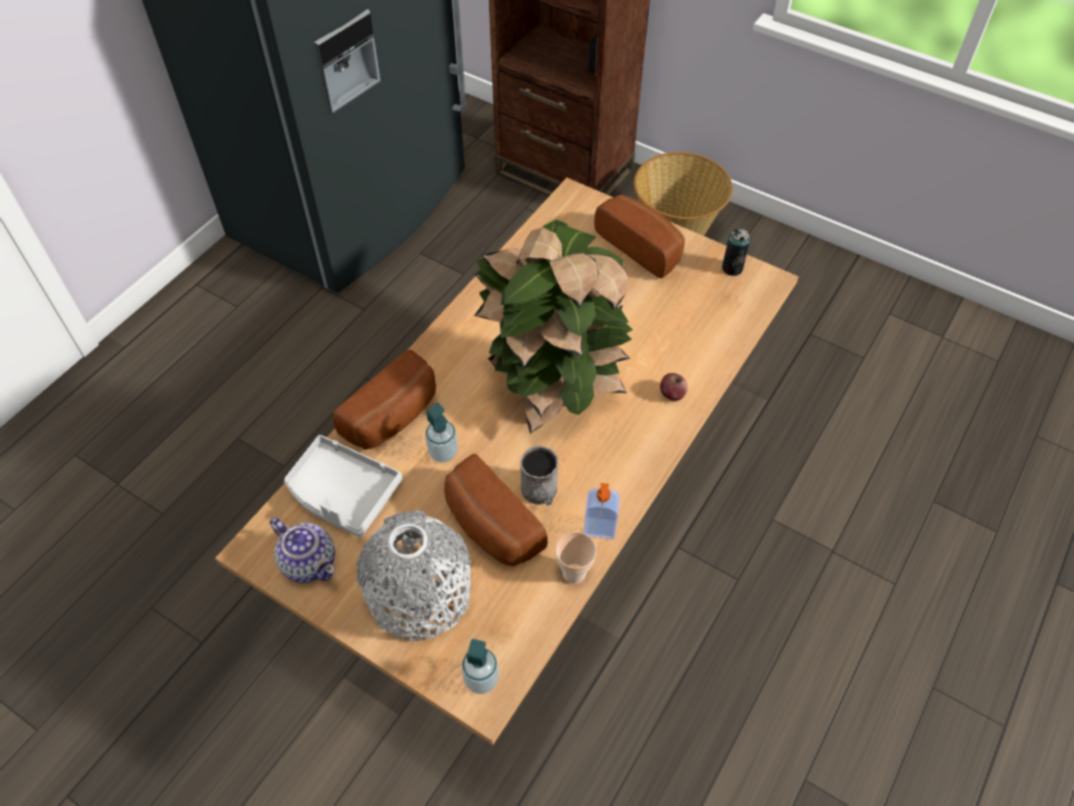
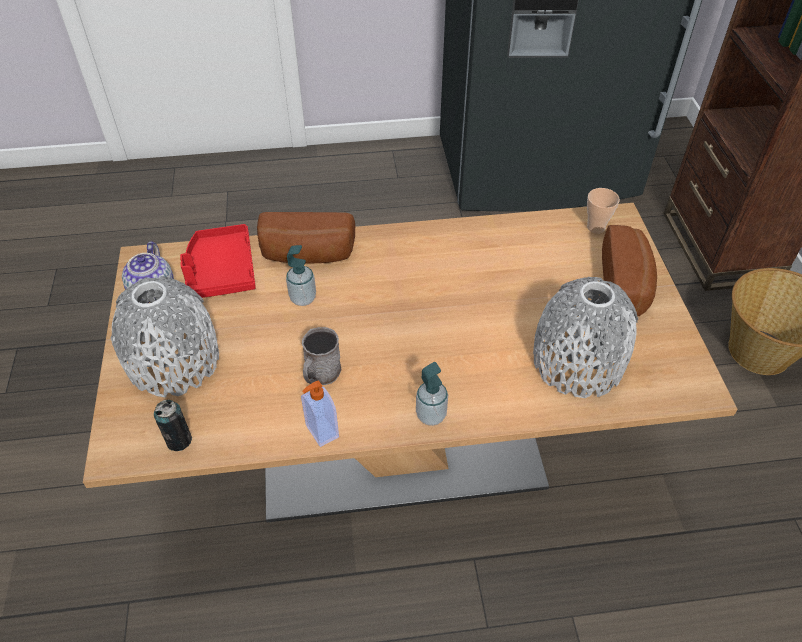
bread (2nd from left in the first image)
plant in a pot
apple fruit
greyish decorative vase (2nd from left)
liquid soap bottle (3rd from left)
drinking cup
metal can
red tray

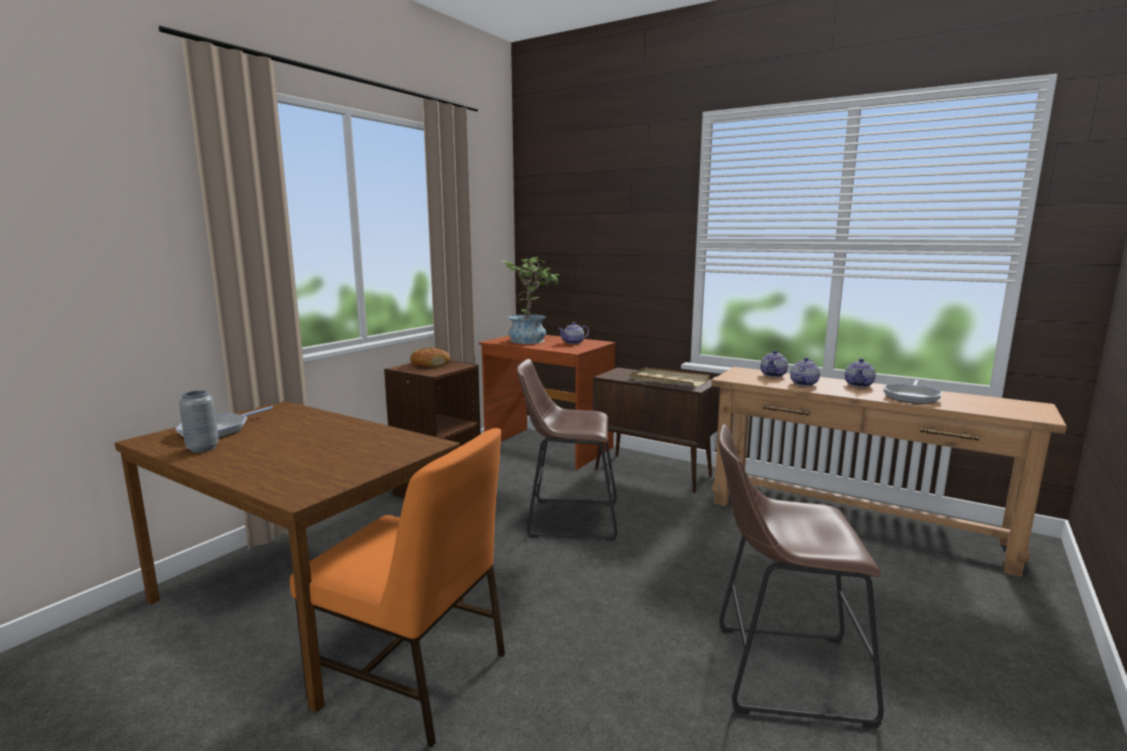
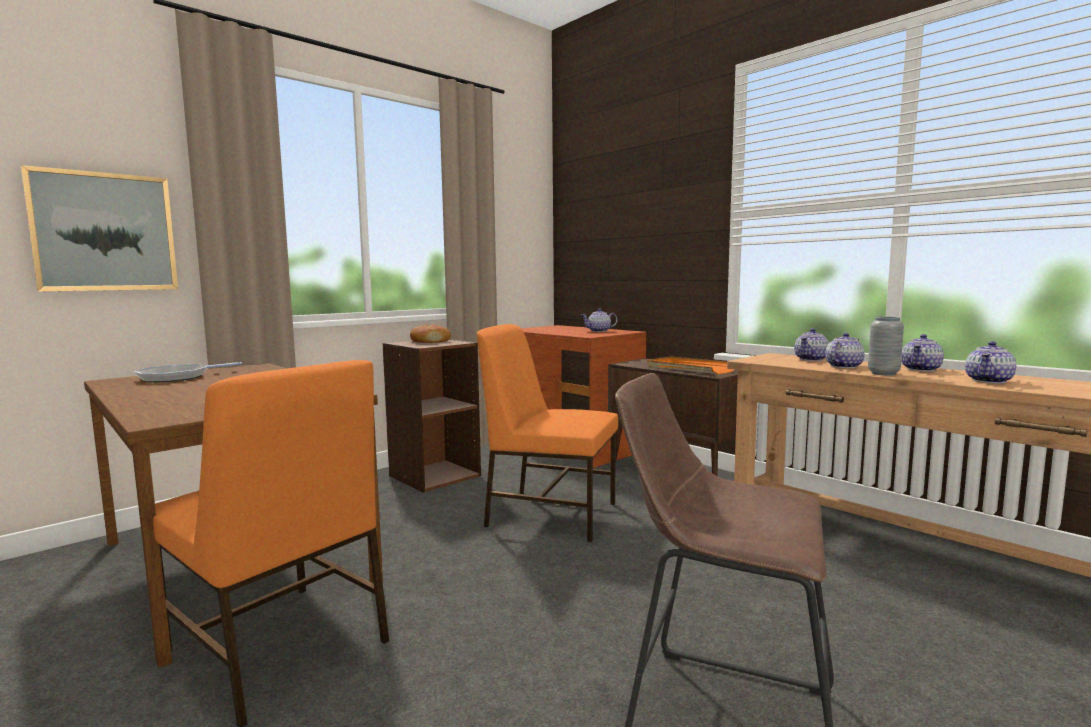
plant in a pot
wall art
greyish decorative vase
orangey plain chair (2nd from left)
tea pot (5th from left)
orangey tray

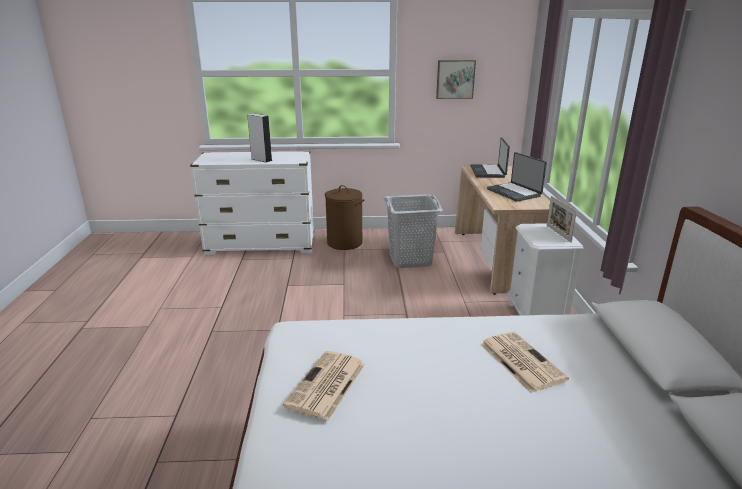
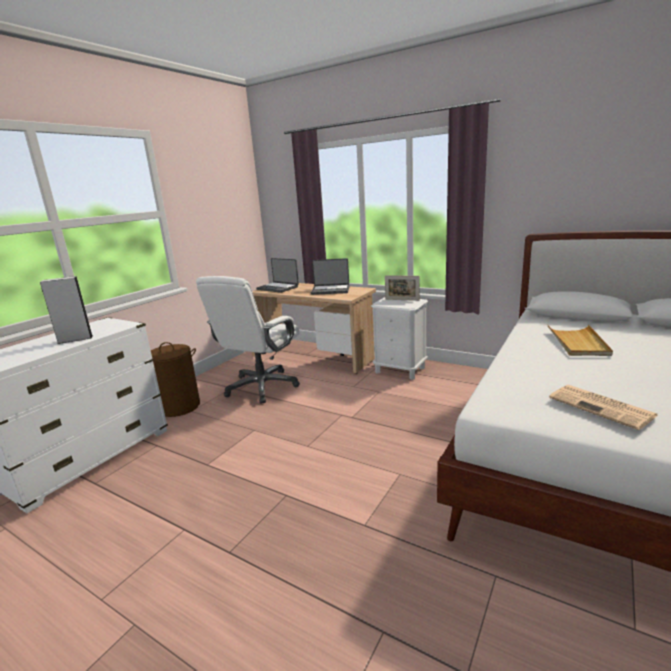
wall art
white computer chair
beige tray

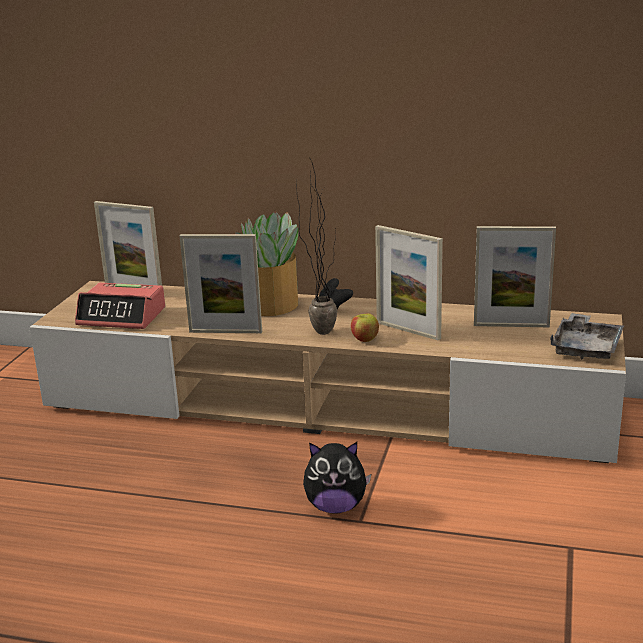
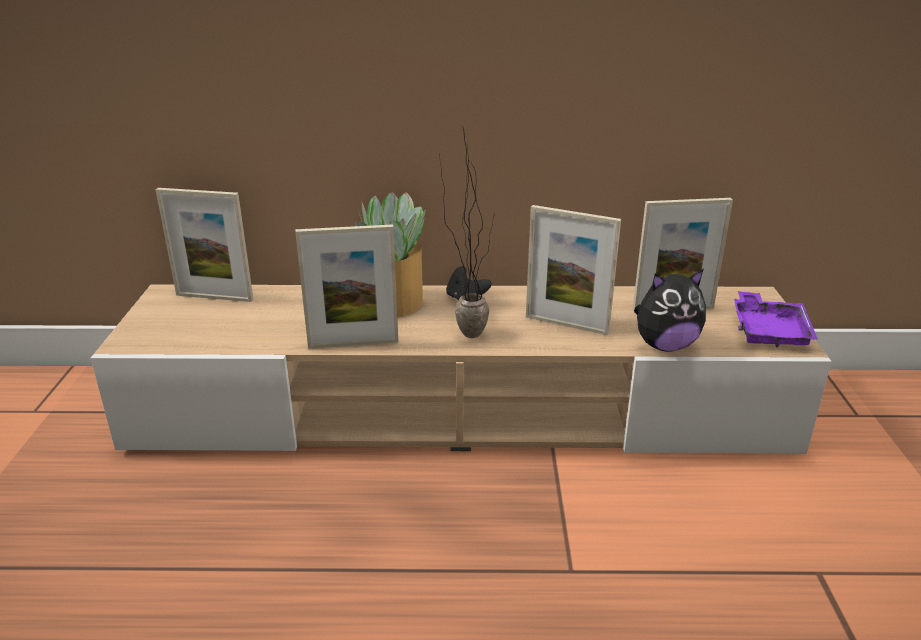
bedside clock
apple fruit
soft toy
purple tray

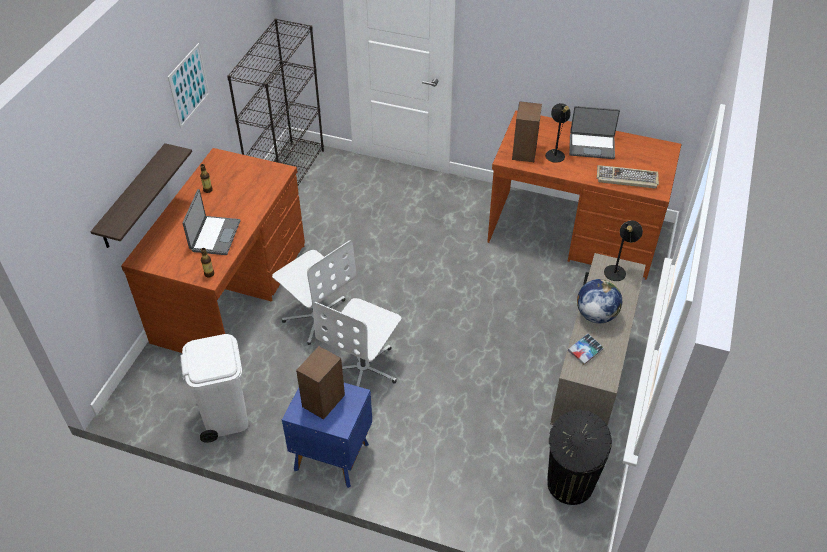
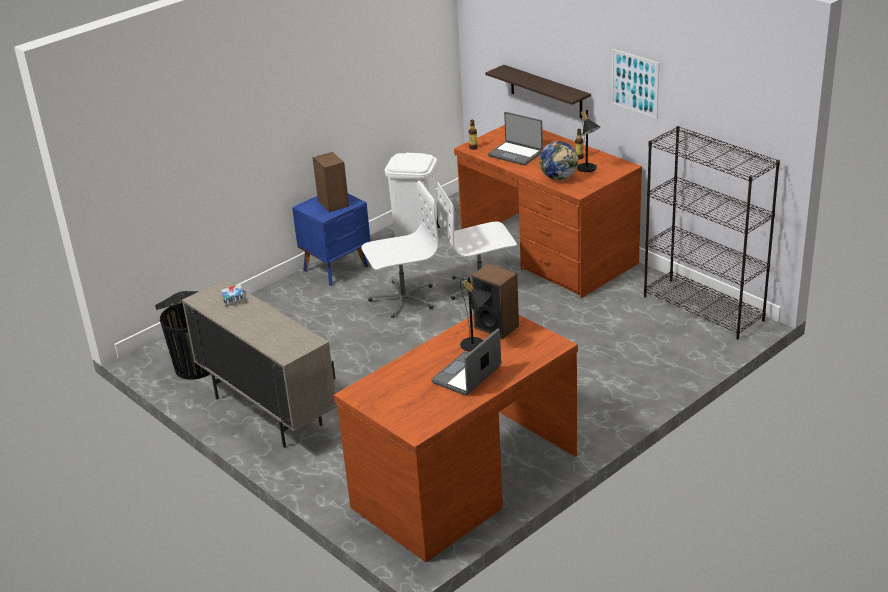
computer keyboard
globe
black table lamp (2nd from left)
white computer chair (1st from left)

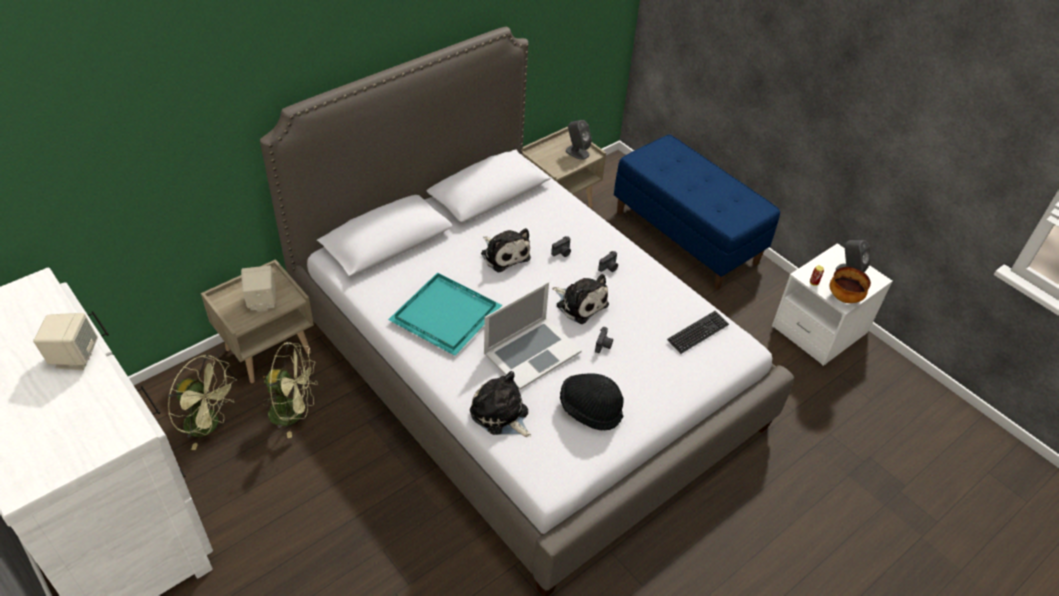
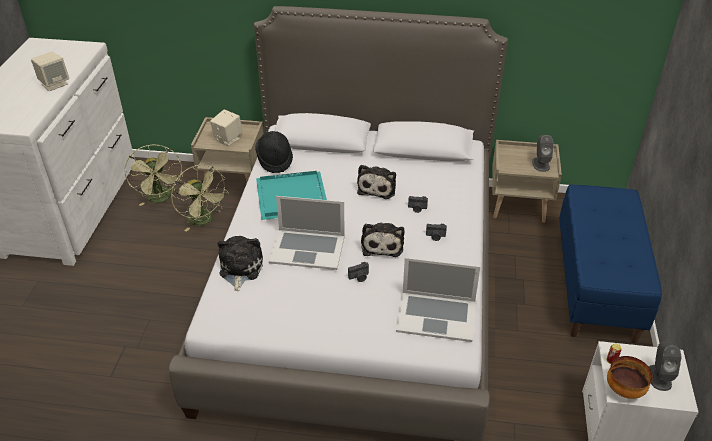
black hat
laptop (2nd from left)

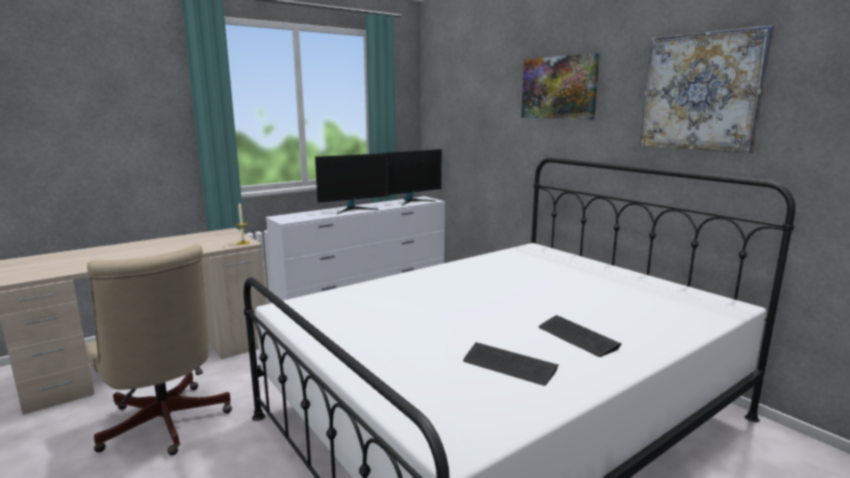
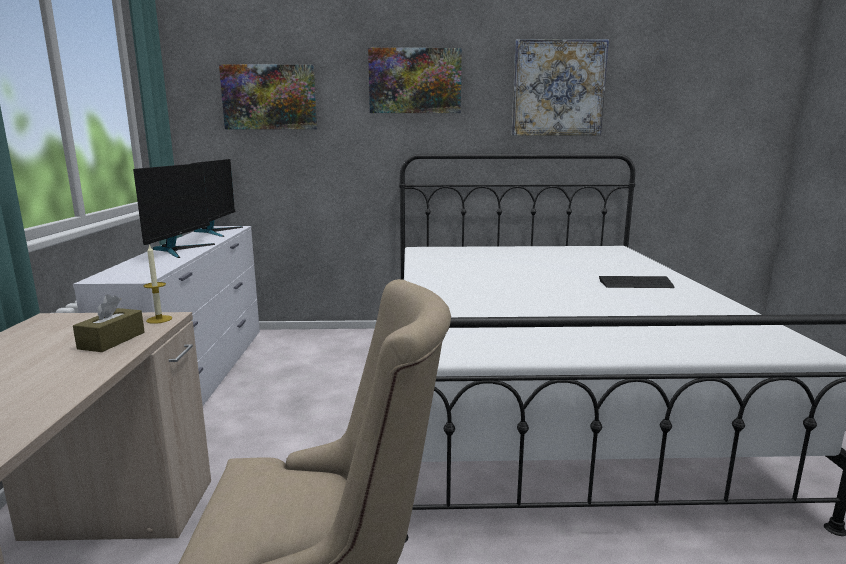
computer keyboard (1st from left in the first image)
brown tissue holder
wall art (1st from left)

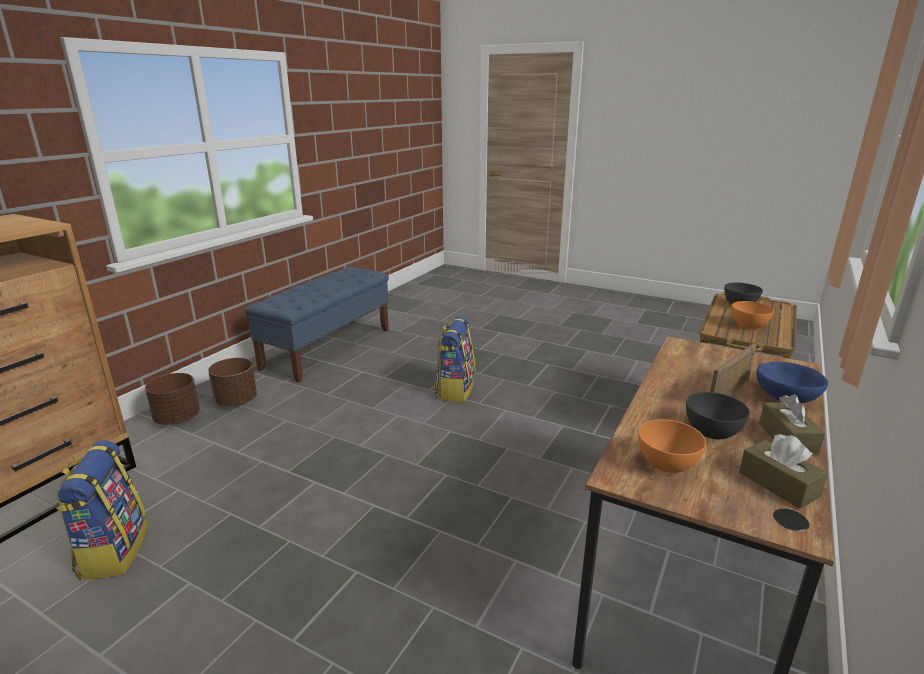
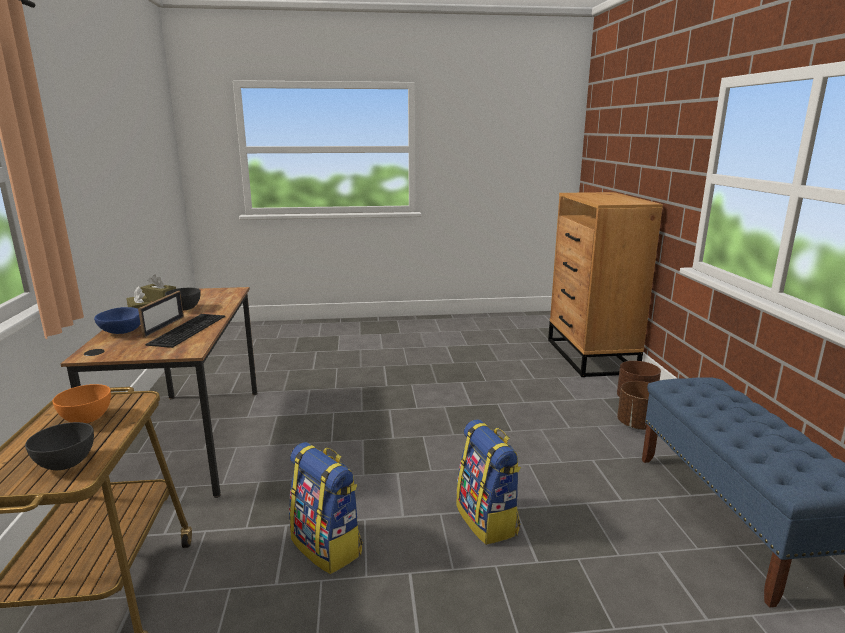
orangey deep dish (1st from left in the first image)
computer keyboard
backpack (1st from left)

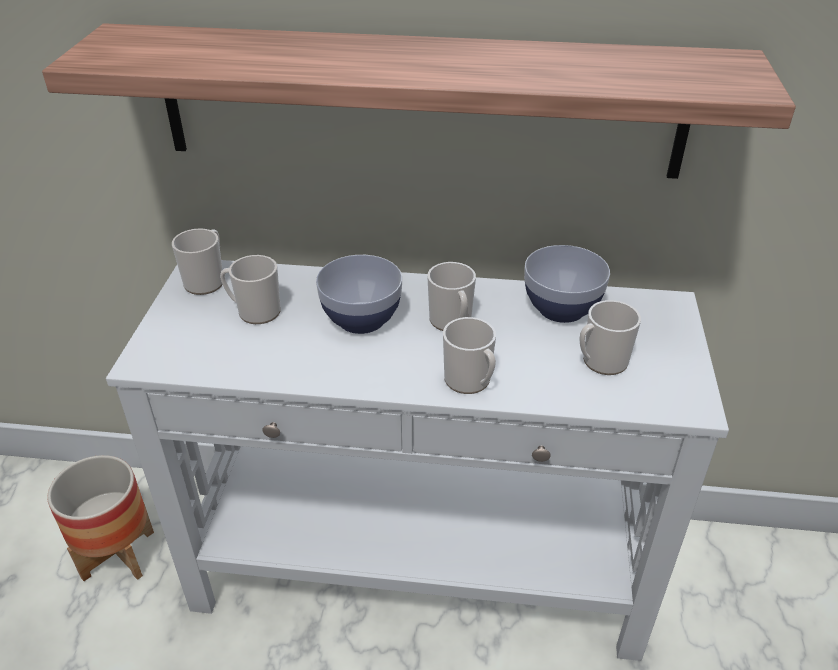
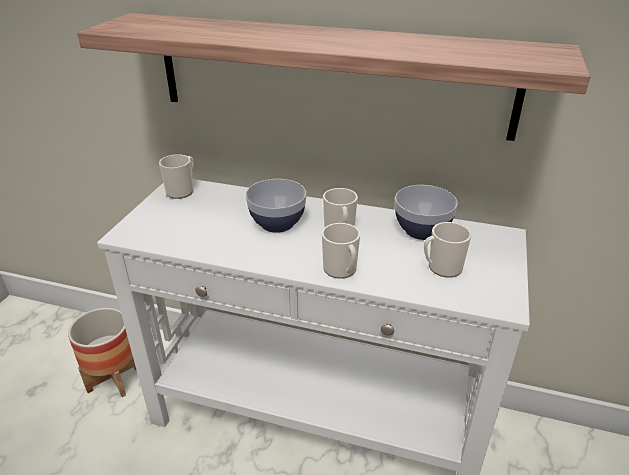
tea mug (2nd from left in the first image)

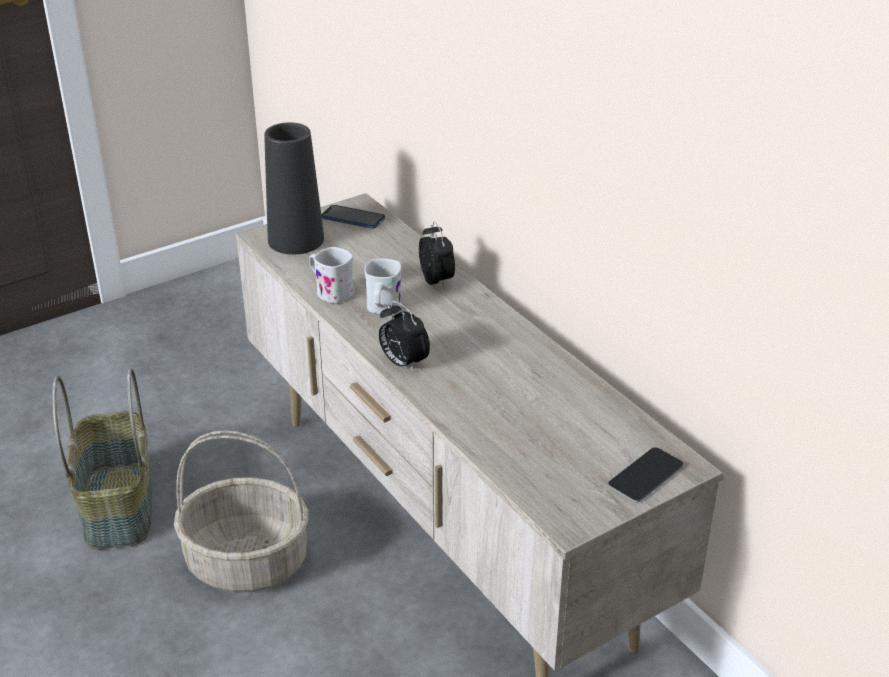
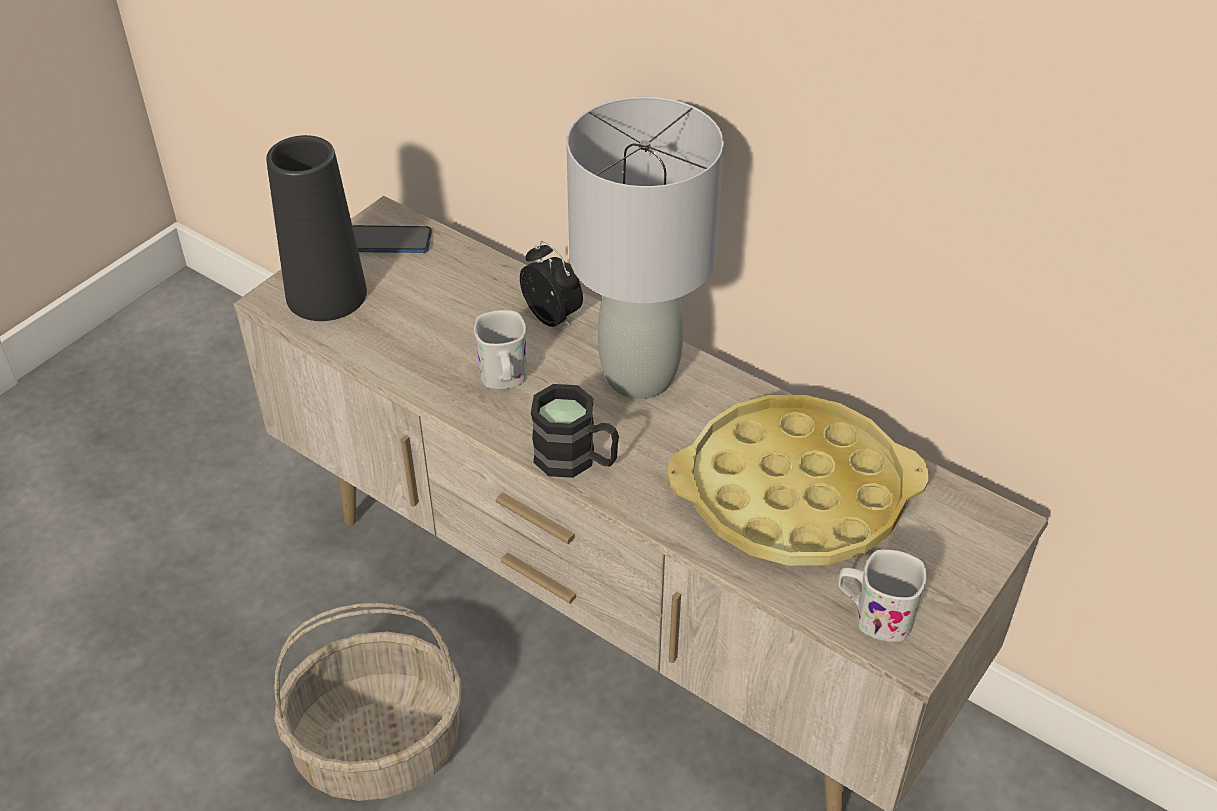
basket (1st from left in the first image)
telephone (2nd from left in the first image)
greyish table lamp
yellow-coloured tray
white tea mug (2nd from left)
black tea mug

